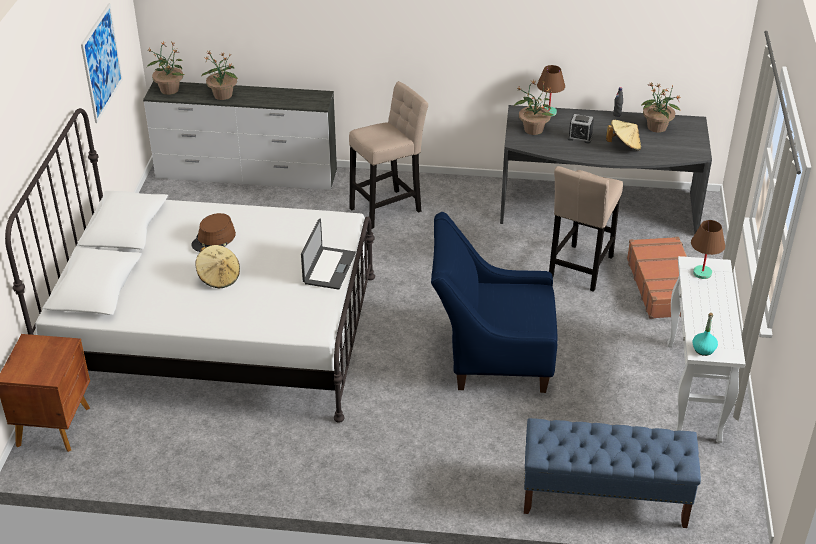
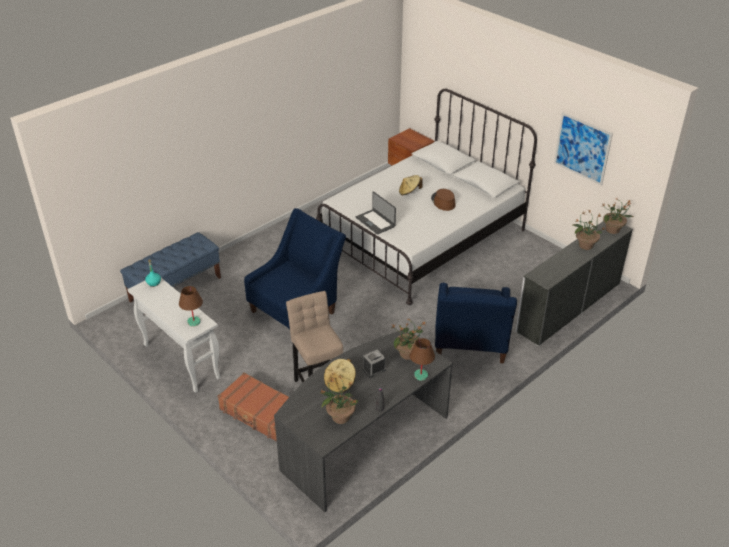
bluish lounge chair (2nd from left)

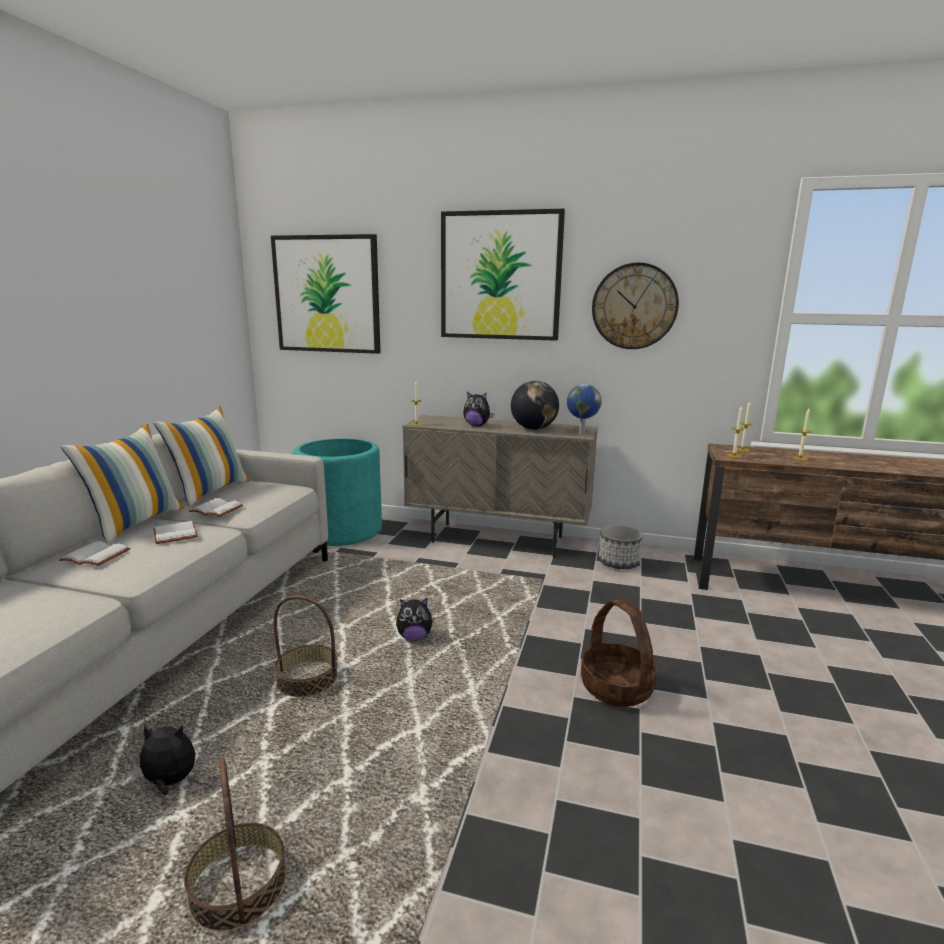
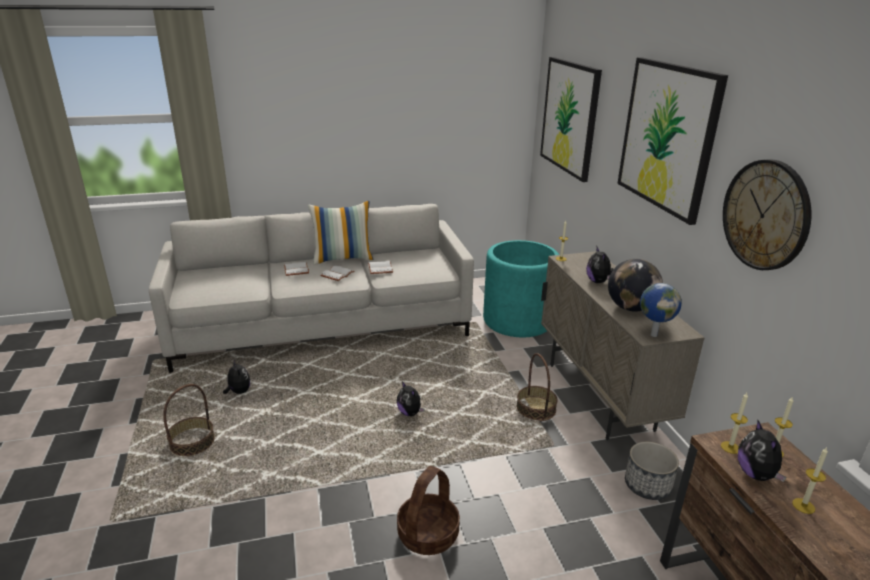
cushion (2nd from left in the first image)
soft toy (4th from left)
basket (3rd from left)

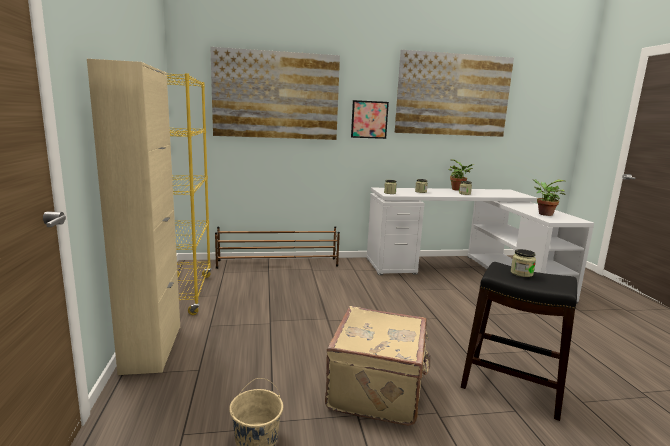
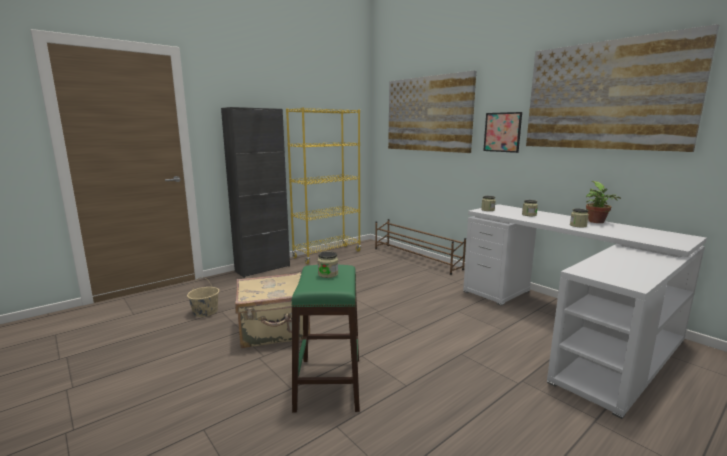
plant in a pot (2nd from left in the first image)
black storage cabinet
green-coloured stool

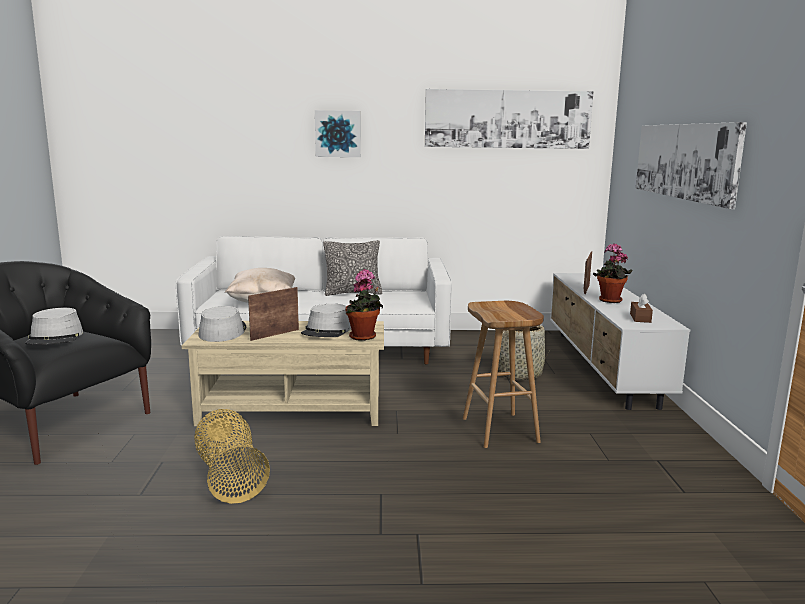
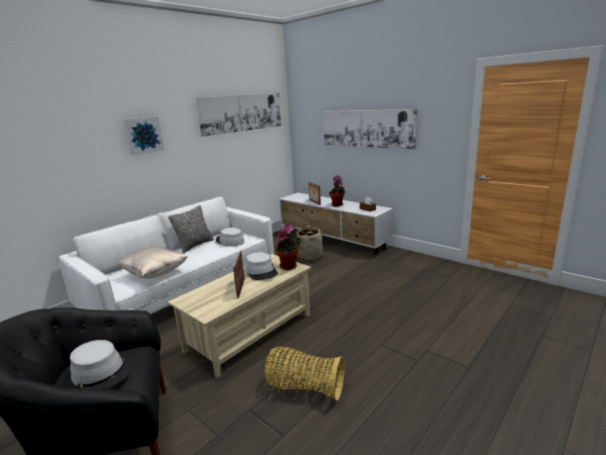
brown stool
greyish hat (2nd from left)

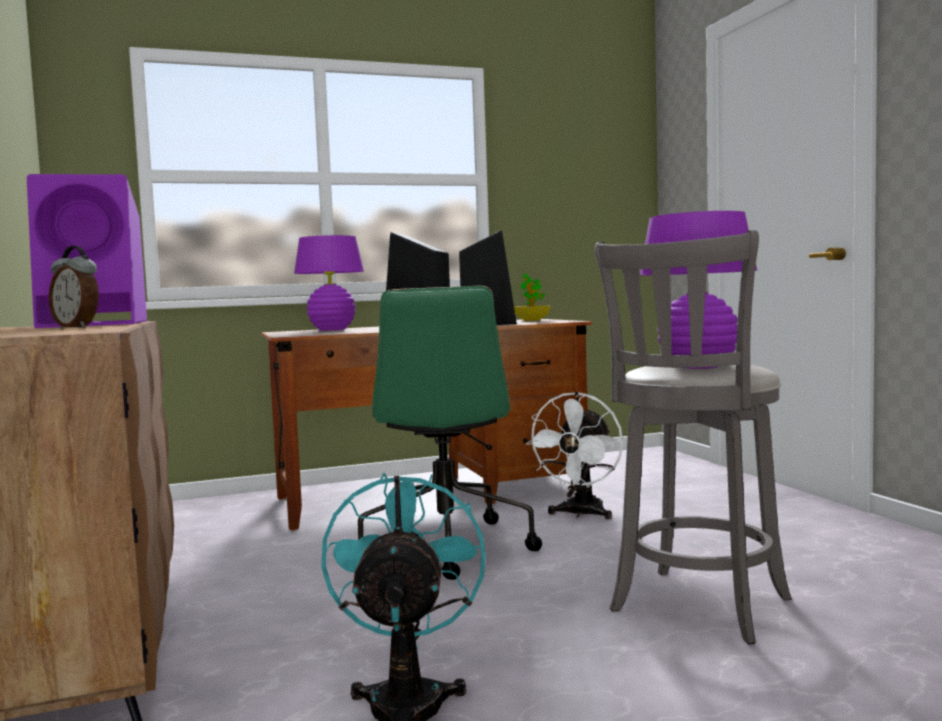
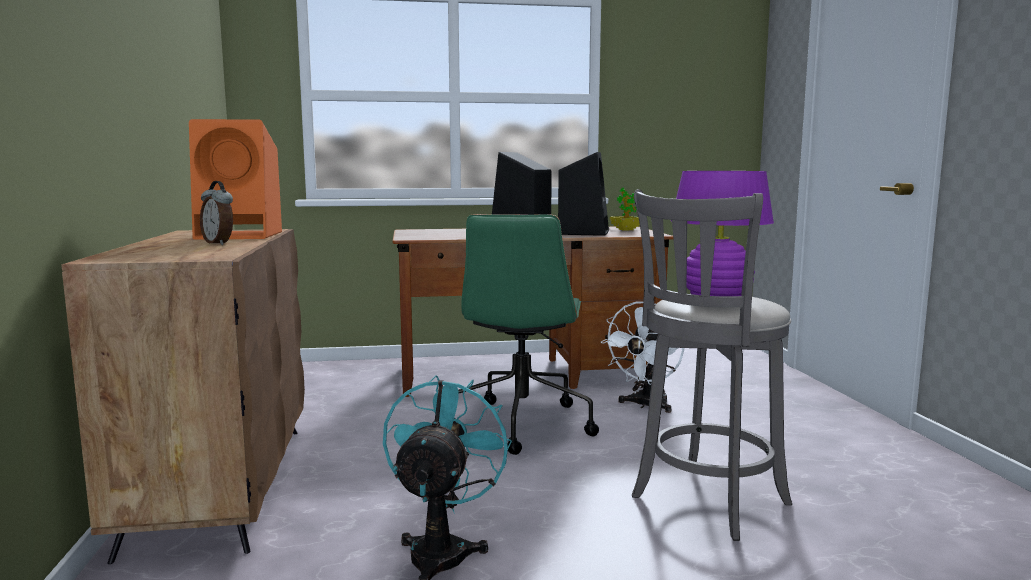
purple table lamp (1st from left in the first image)
orangey speaker

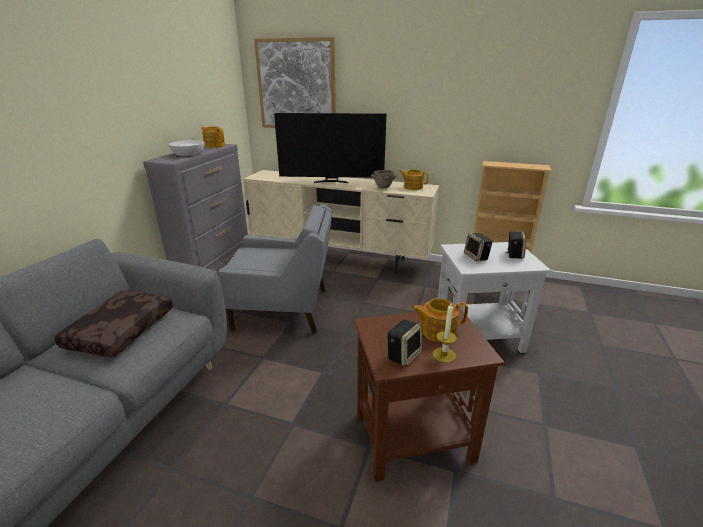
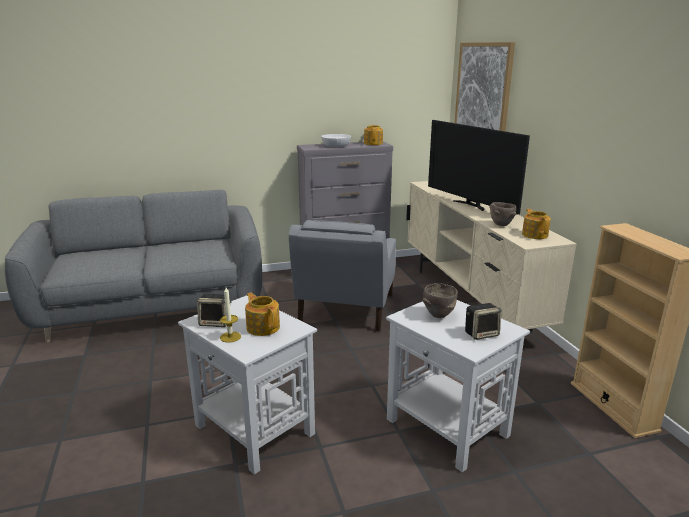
brown cushion
brown deep dish (1st from left)
white side table (1st from left)
greyish lounge chair

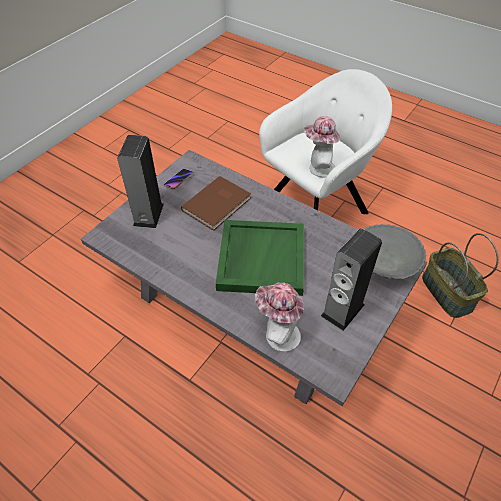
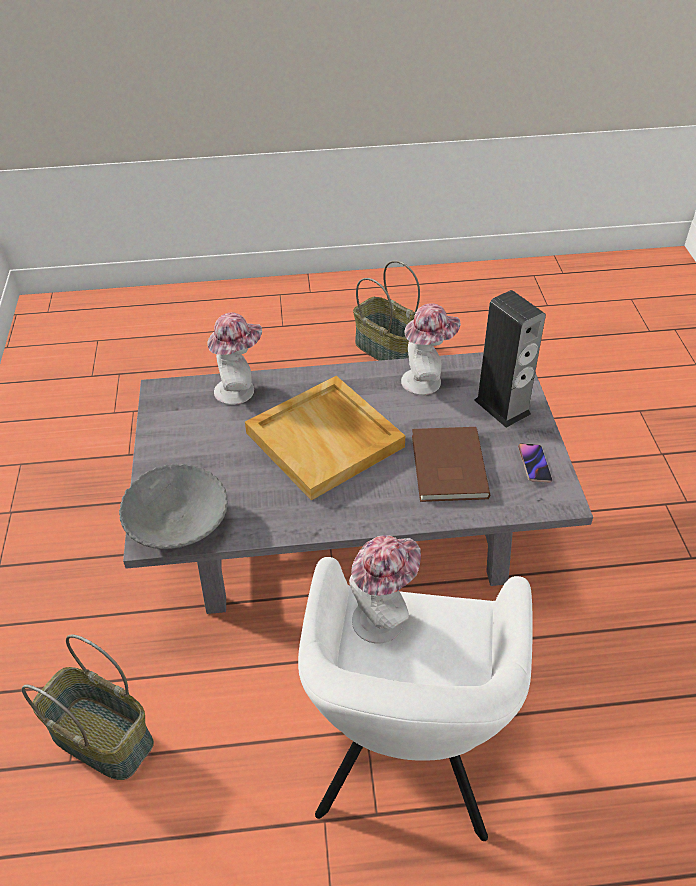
speaker (2nd from left in the first image)
basket (2nd from left)
hat (3rd from left)
beige tray

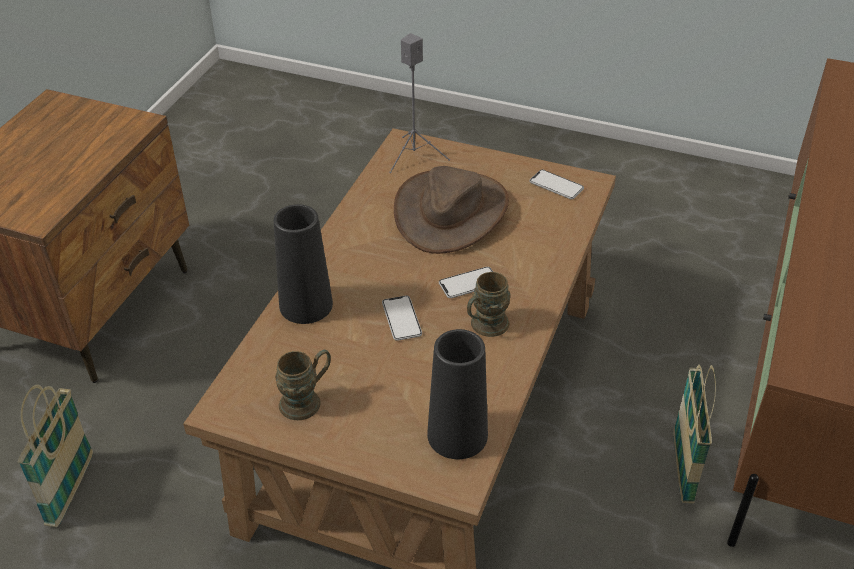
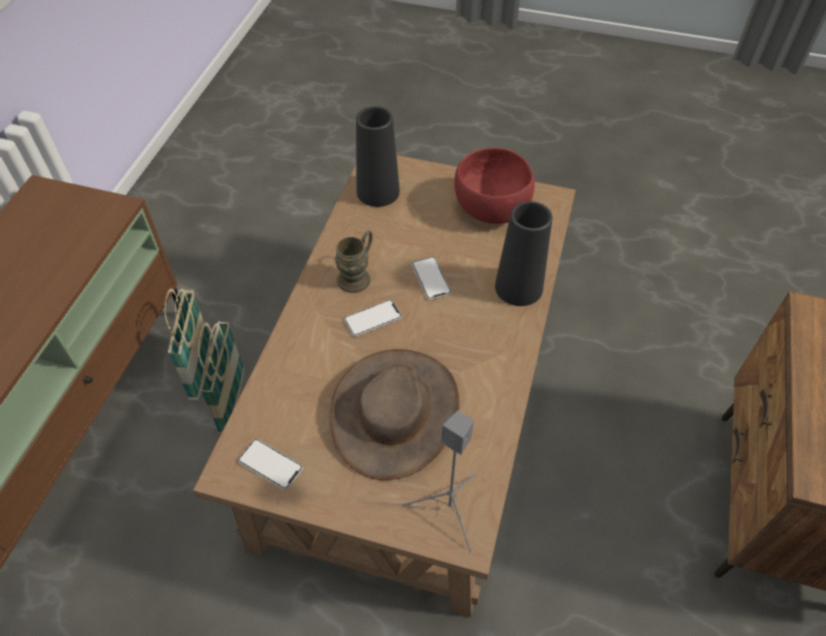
basket (2nd from left)
red deep dish

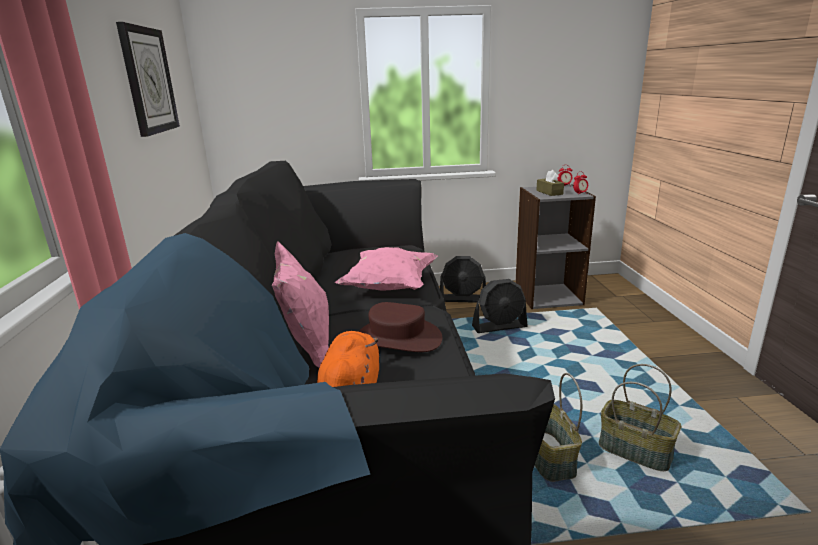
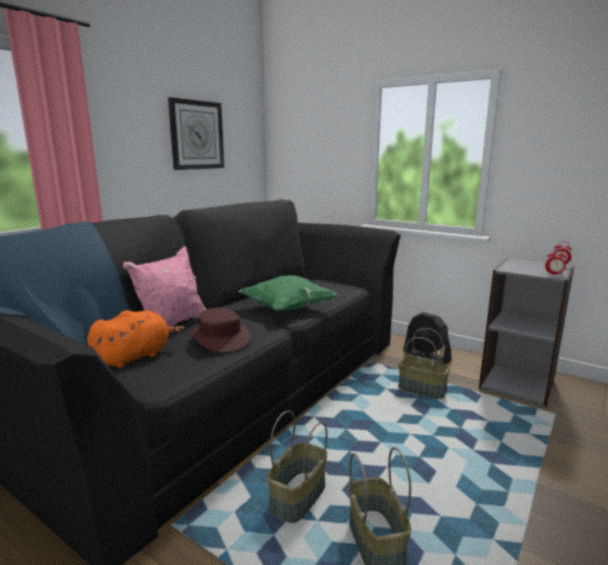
brown tissue holder
basket (3rd from left)
green-coloured cushion

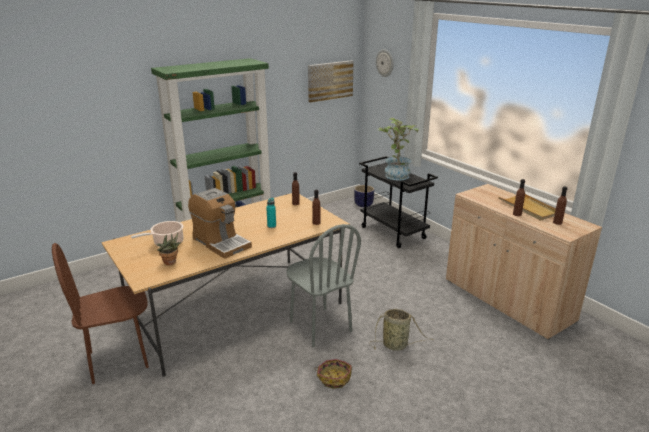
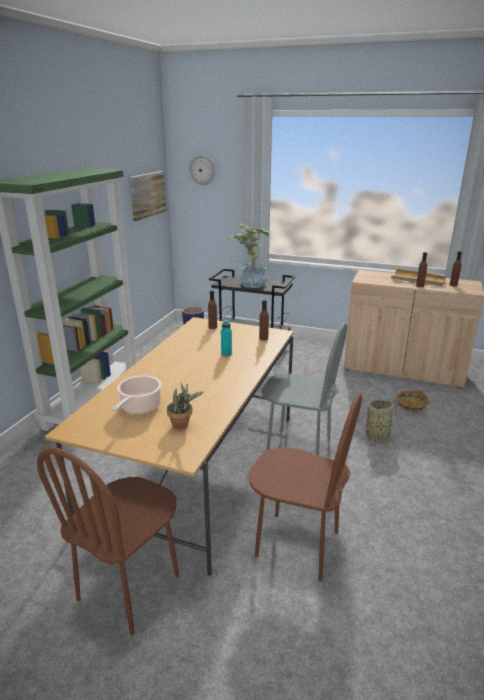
coffee brewer
brown plain chair (2nd from left)
basket (2nd from left)

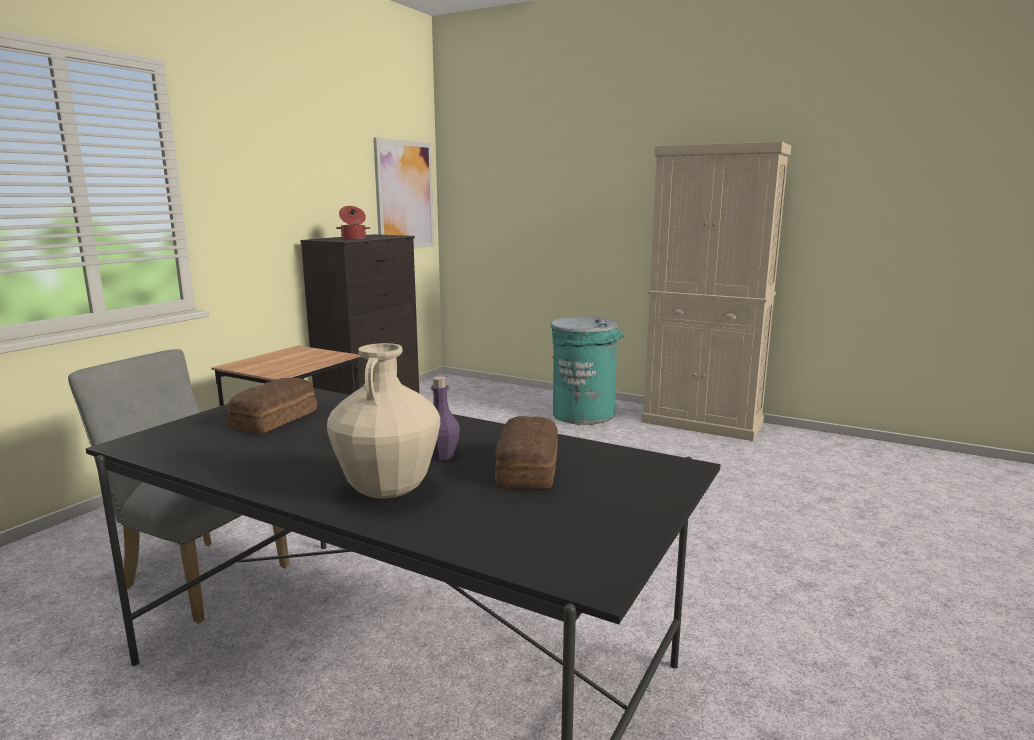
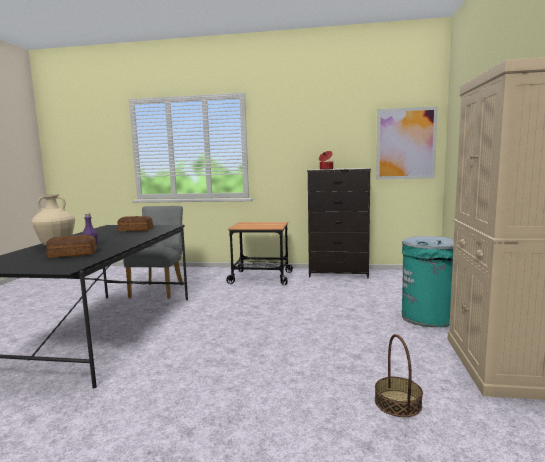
basket

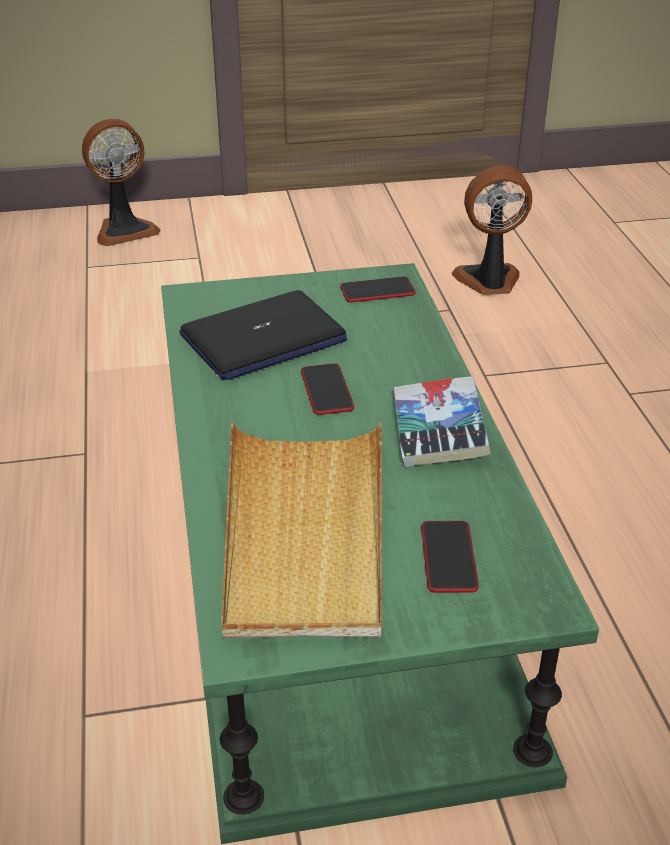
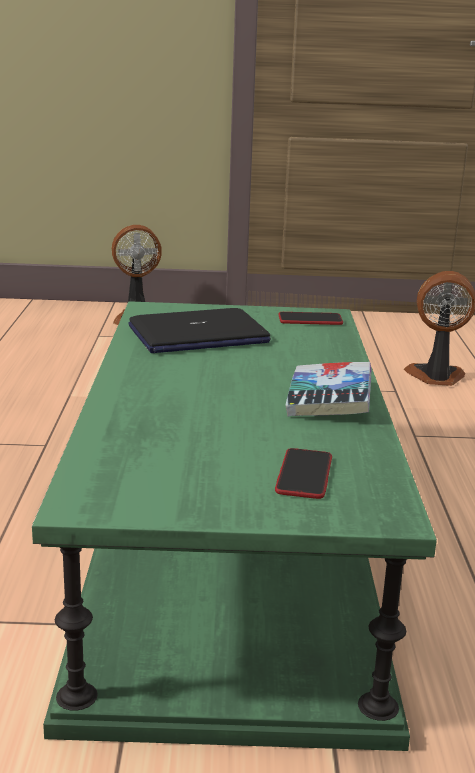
beige tray
telephone (1st from left in the first image)

